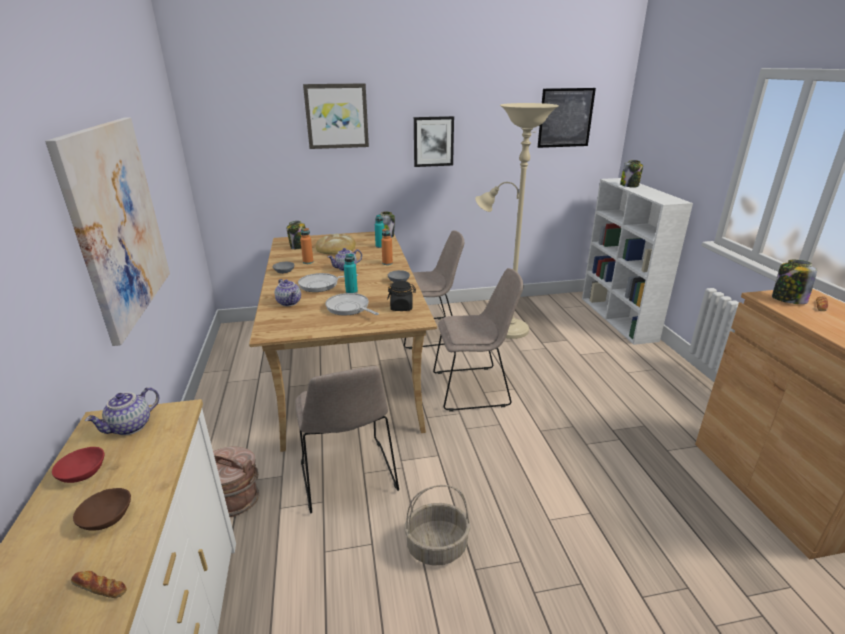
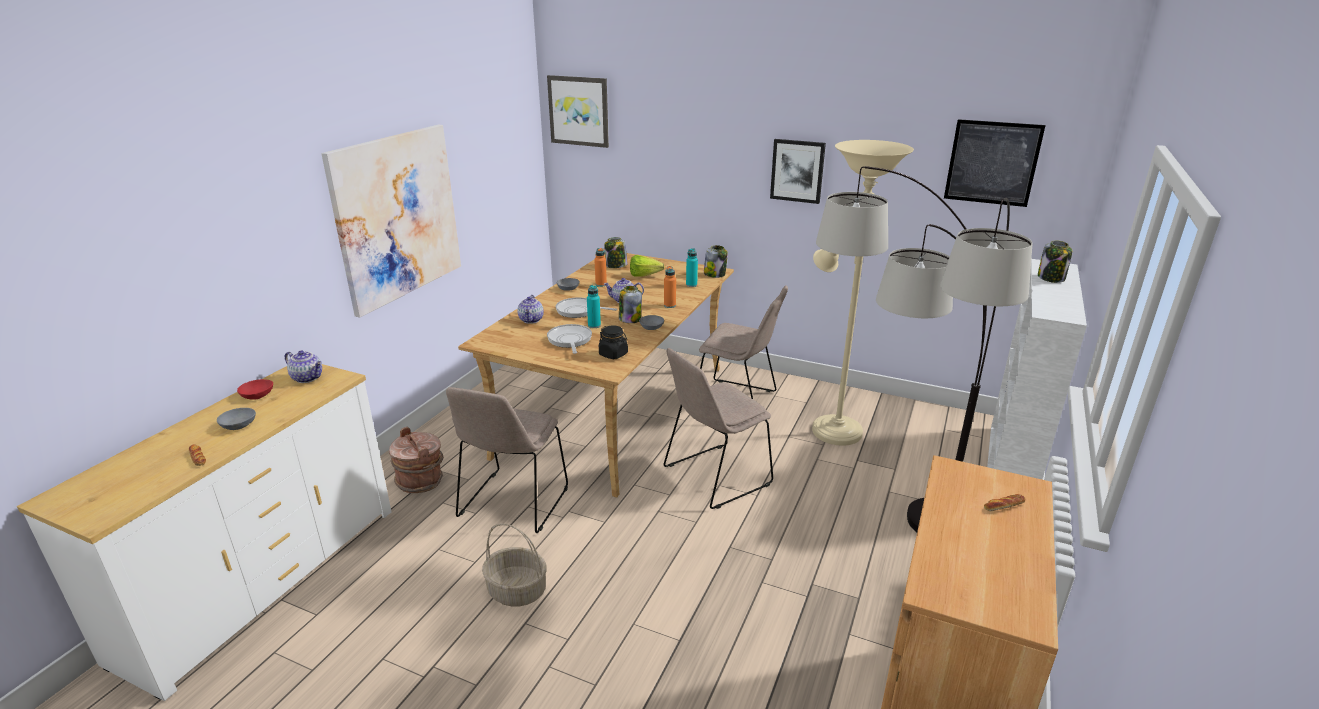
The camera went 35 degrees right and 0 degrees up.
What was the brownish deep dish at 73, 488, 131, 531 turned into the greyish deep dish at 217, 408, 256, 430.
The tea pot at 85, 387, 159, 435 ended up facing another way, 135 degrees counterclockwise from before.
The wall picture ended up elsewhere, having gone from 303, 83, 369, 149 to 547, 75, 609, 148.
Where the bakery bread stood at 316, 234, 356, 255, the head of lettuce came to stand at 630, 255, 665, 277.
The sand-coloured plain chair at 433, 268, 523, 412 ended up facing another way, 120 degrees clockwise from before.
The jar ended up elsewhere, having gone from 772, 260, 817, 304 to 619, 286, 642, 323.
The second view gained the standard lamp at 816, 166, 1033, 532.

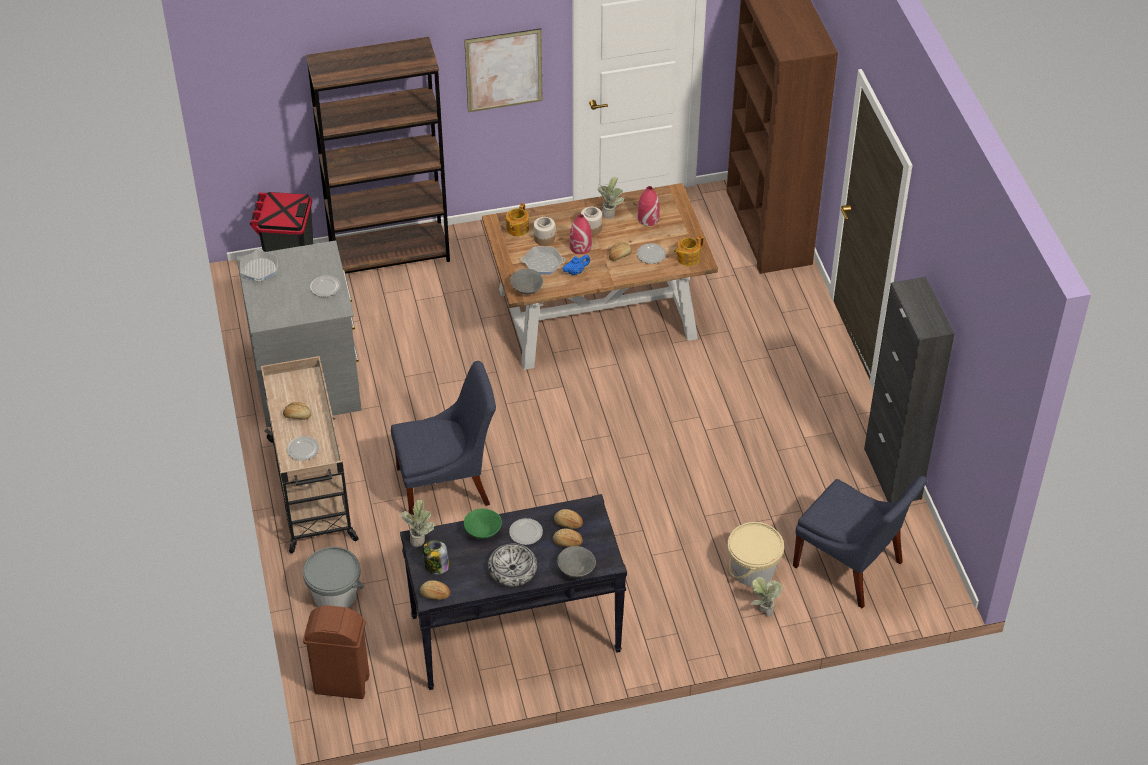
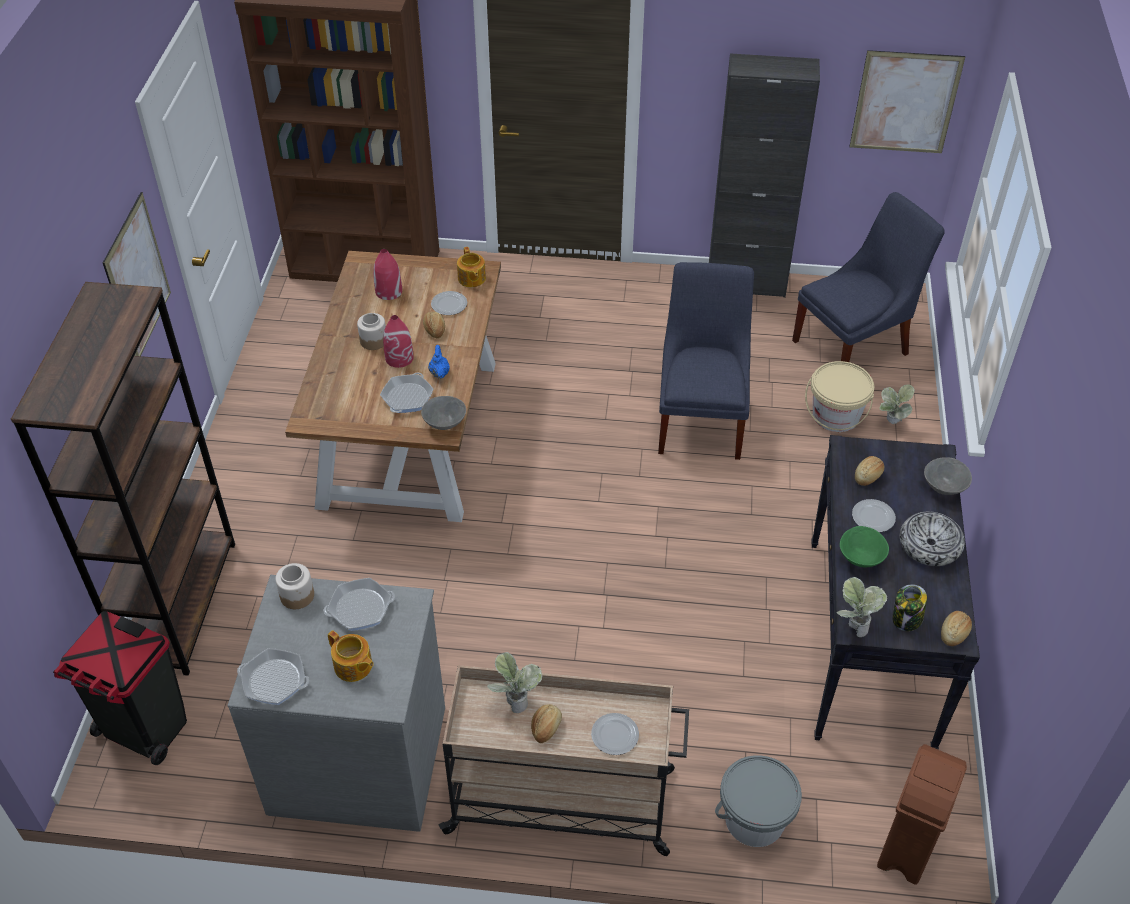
The camera went 70 degrees left and 0 degrees up.
Where the flat dish stood at 310, 275, 341, 297, the frying pan came to stand at 324, 578, 395, 631.
The bluish plain chair ended up elsewhere, having gone from 391, 361, 496, 515 to 658, 262, 754, 460.
The tea pot ended up elsewhere, having gone from 506, 203, 529, 236 to 328, 630, 374, 682.
The jar ended up elsewhere, having gone from 534, 217, 555, 246 to 275, 563, 314, 609.
The second view lost the bakery bread at 553, 529, 583, 547.
The plant in a pot ended up elsewhere, having gone from 597, 177, 624, 219 to 487, 652, 542, 713.
The second view gained the wall picture at 849, 50, 965, 153.

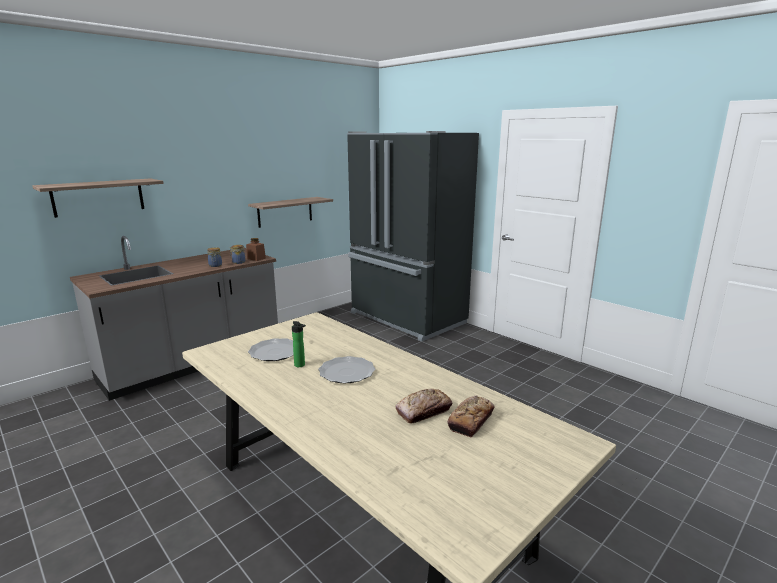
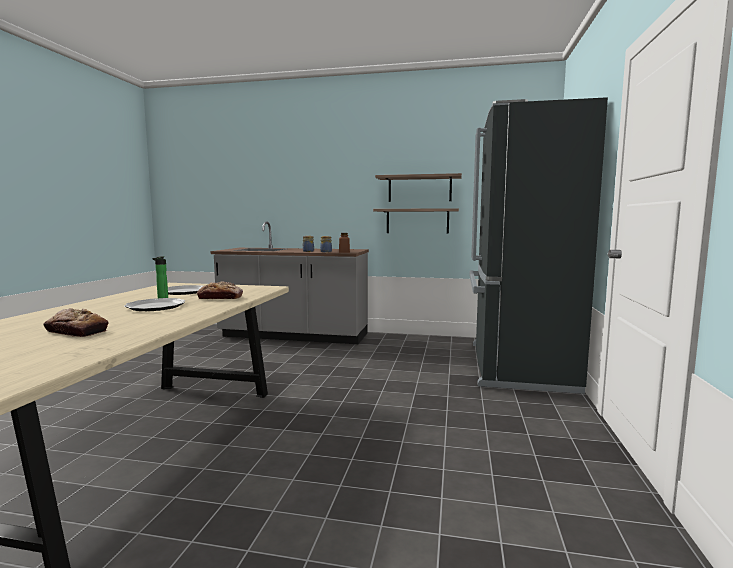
The camera went 55 degrees right and 10 degrees down.
The shelf ended up elsewhere, having gone from 32, 178, 164, 218 to 375, 173, 462, 202.
The bakery bread ended up elsewhere, having gone from 447, 396, 495, 437 to 197, 281, 243, 299.

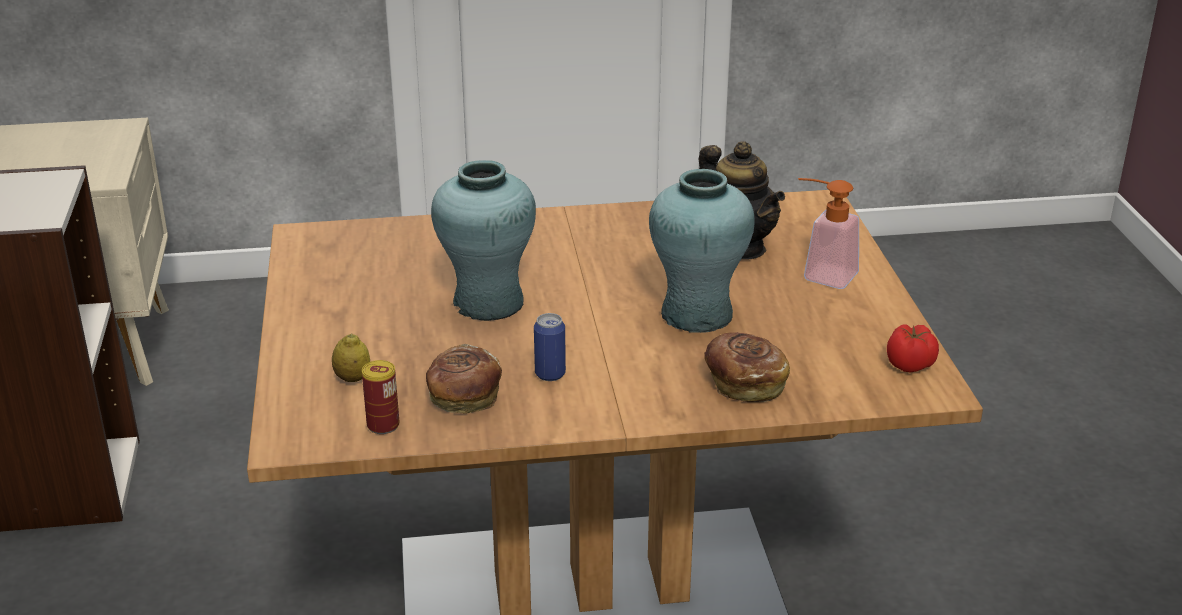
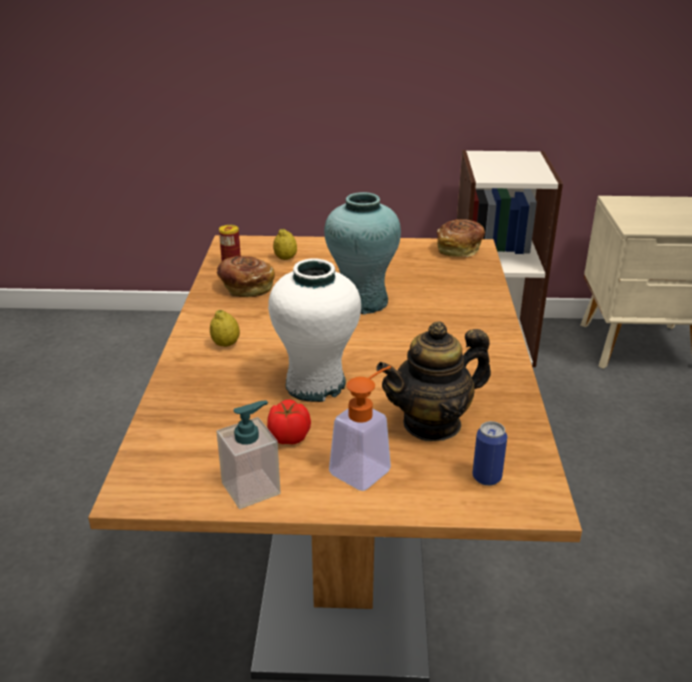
The camera went 100 degrees right and 0 degrees up.
The sealed can ended up elsewhere, having gone from 534, 313, 566, 381 to 472, 421, 507, 486.
What was the turquoise flower vase at 649, 169, 755, 333 turned into the white flower vase at 268, 259, 361, 402.
The bakery bread ended up elsewhere, having gone from 704, 332, 790, 402 to 437, 219, 485, 257.
The whole tomato ended up elsewhere, having gone from 887, 325, 939, 372 to 267, 399, 311, 445.
The second view gained the whole lemon at 210, 310, 240, 347.
The second view gained the soap bottle at 216, 401, 281, 509.

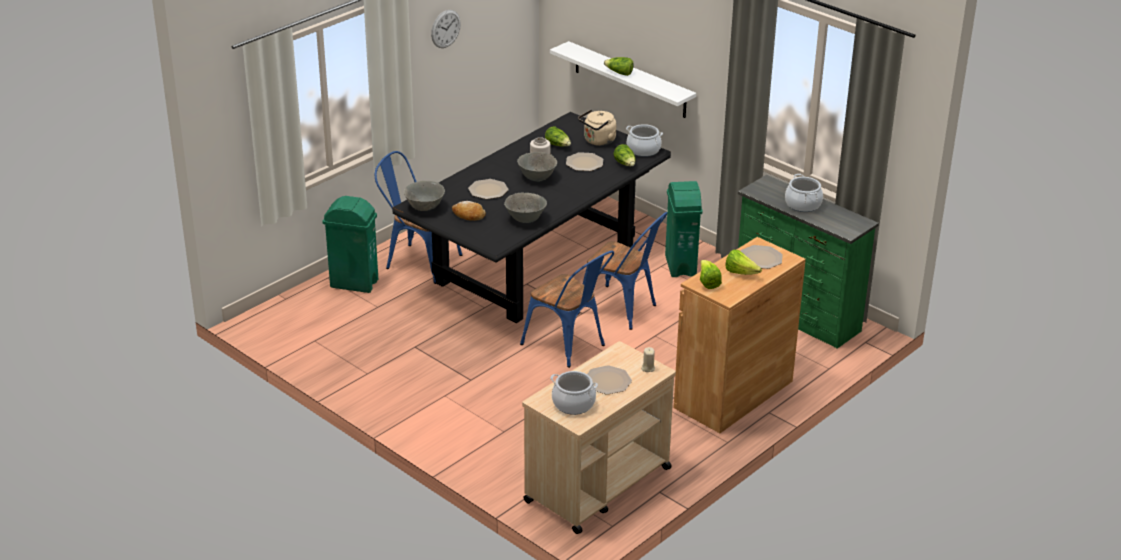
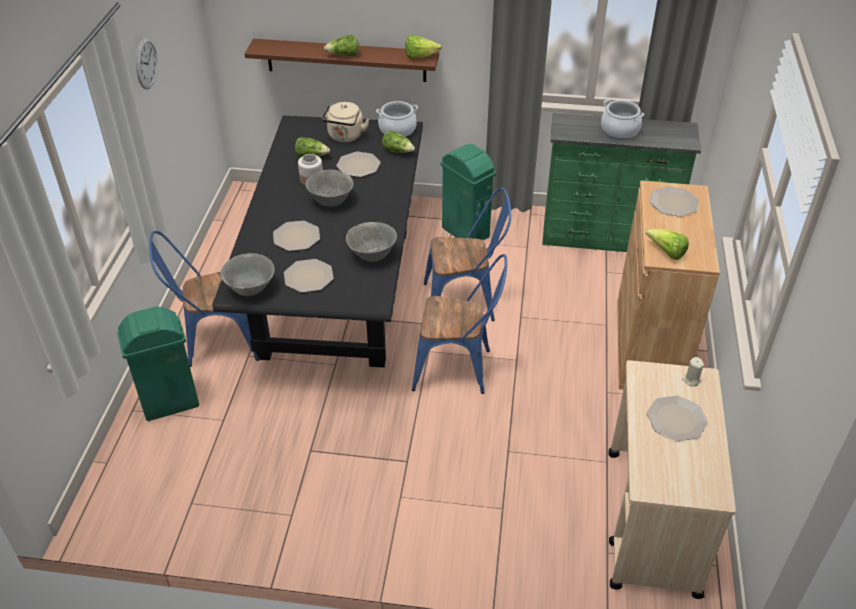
The camera went 35 degrees left and 10 degrees up.
Where the bakery bread stood at 452, 201, 486, 221, the flat dish came to stand at 284, 259, 334, 292.
What was the white shelf at 550, 41, 696, 118 turned into the brownish shelf at 245, 39, 439, 82.
The second view lost the stockpot at 551, 371, 598, 415.
The head of lettuce ended up elsewhere, having gone from 725, 250, 762, 275 to 405, 35, 442, 59.

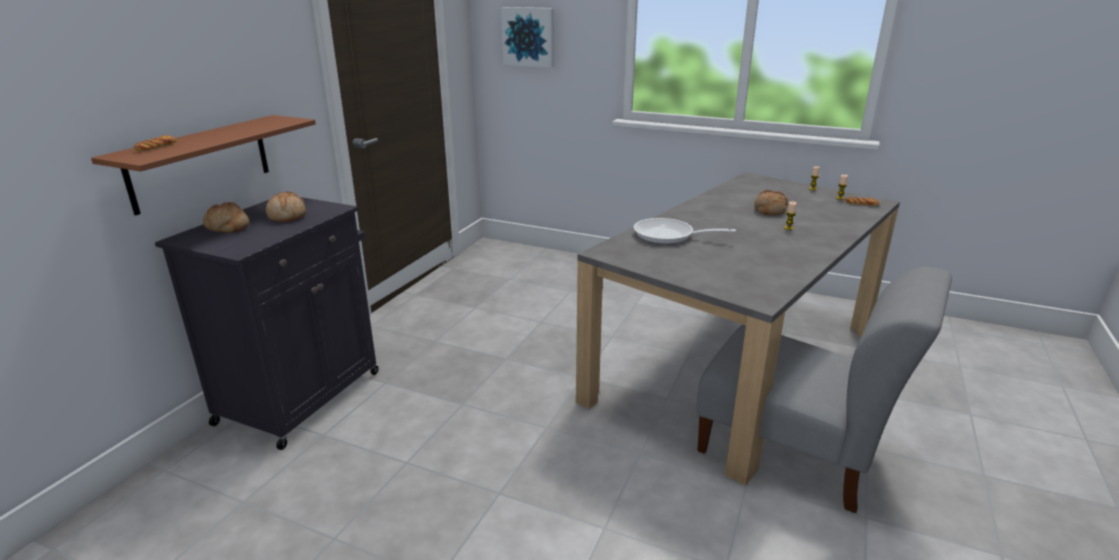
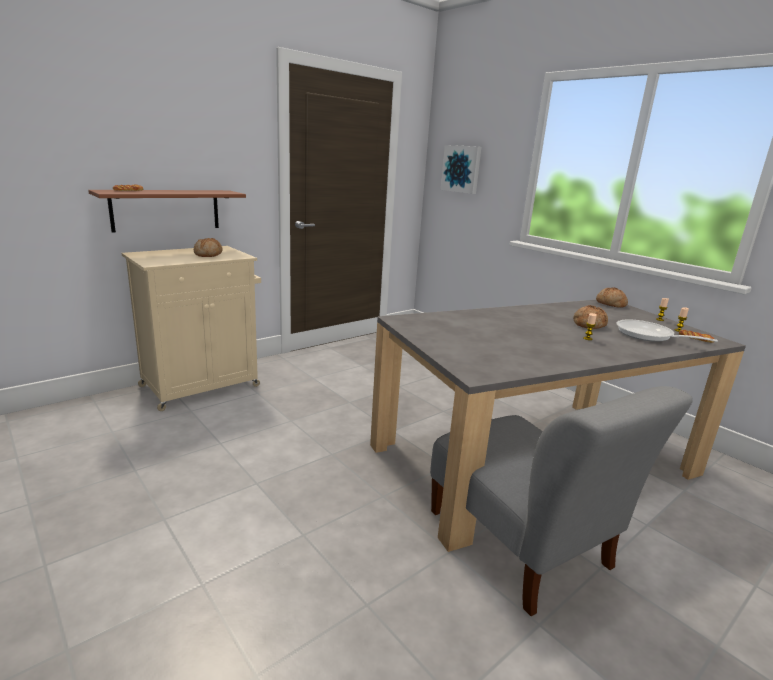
The camera went 25 degrees right and 5 degrees down.
What was the black cabinet at 155, 197, 379, 450 turned into the sand-coloured cabinet at 122, 246, 261, 411.
The bakery bread ended up elsewhere, having gone from 203, 202, 249, 233 to 596, 287, 628, 308.
The frying pan ended up elsewhere, having gone from 633, 218, 736, 244 to 616, 319, 718, 342.

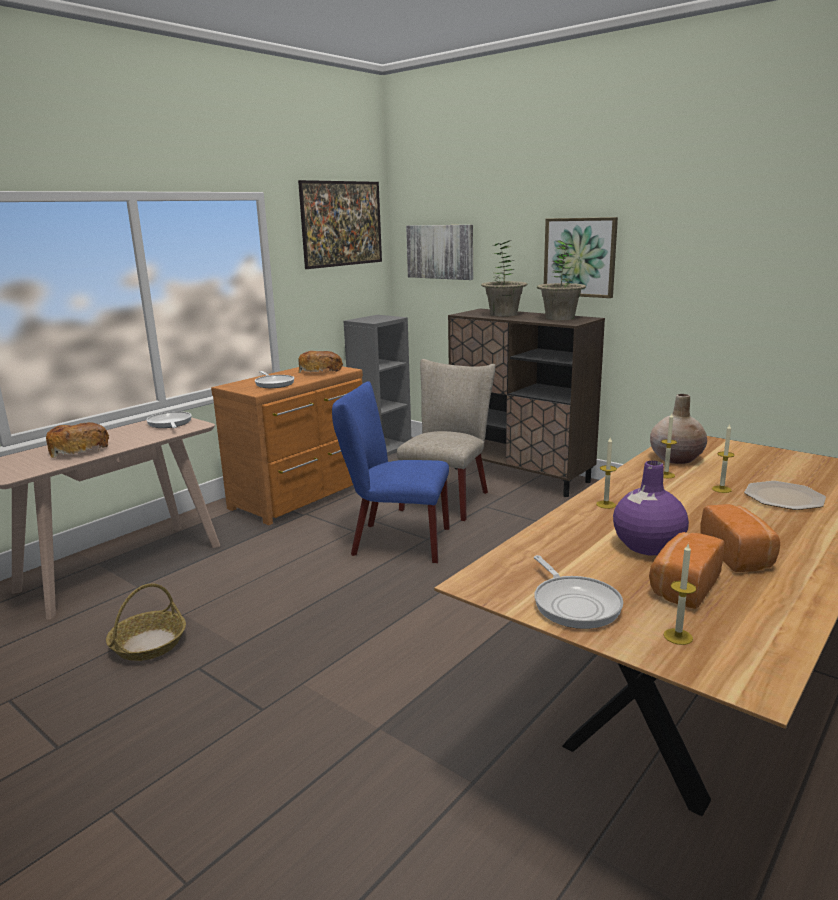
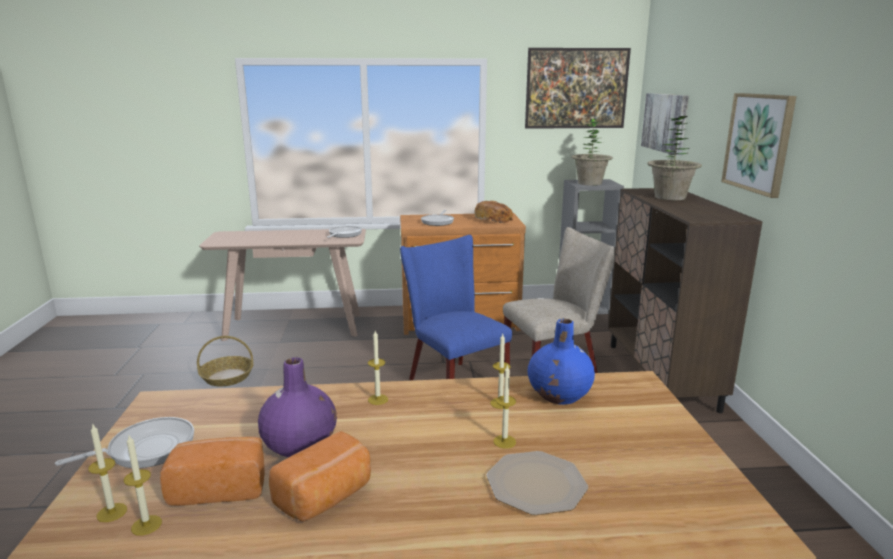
The camera went 45 degrees right and 0 degrees up.
The second view lost the bakery bread at 46, 422, 109, 458.
The frying pan at 534, 555, 623, 629 ended up facing another way, 150 degrees counterclockwise from before.
The plant in a pot ended up elsewhere, having gone from 537, 240, 586, 320 to 571, 119, 613, 186.
What was the sand-coloured flower vase at 650, 394, 707, 464 turned into the bluish flower vase at 528, 319, 595, 405.
The second view gained the wax light at 123, 435, 162, 536.

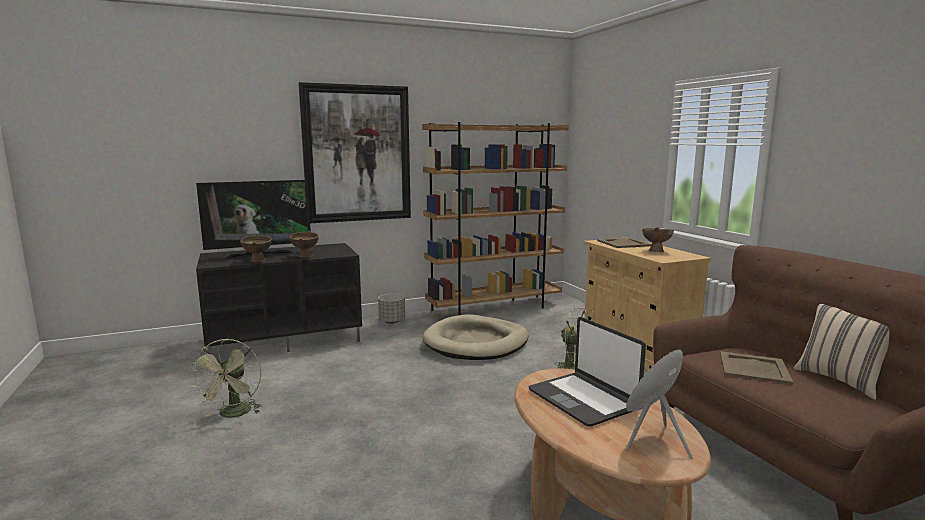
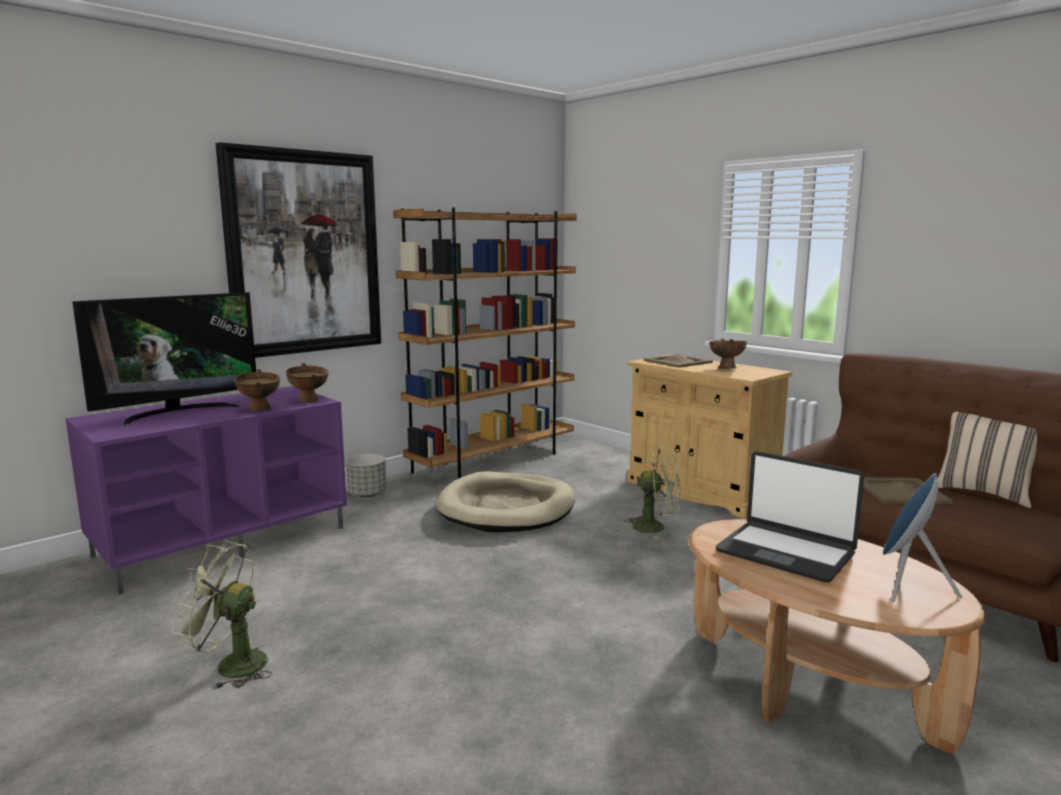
The camera went 20 degrees left and 0 degrees up.
The greenish cooling fan at 190, 339, 262, 418 ended up facing another way, 120 degrees clockwise from before.
What was the black media console at 196, 243, 362, 354 turned into the purple media console at 65, 386, 347, 595.
The brownish deep dish ended up elsewhere, having gone from 240, 234, 272, 262 to 286, 363, 328, 403.

